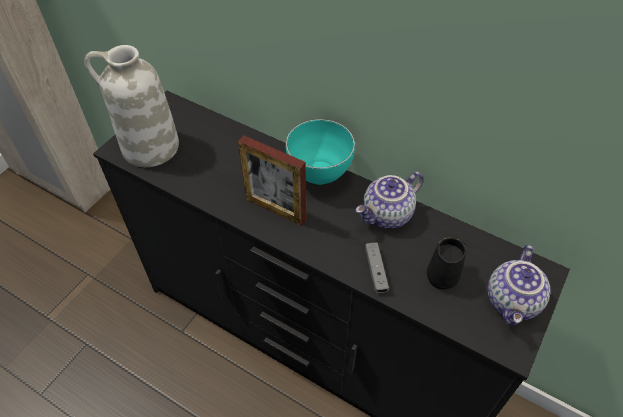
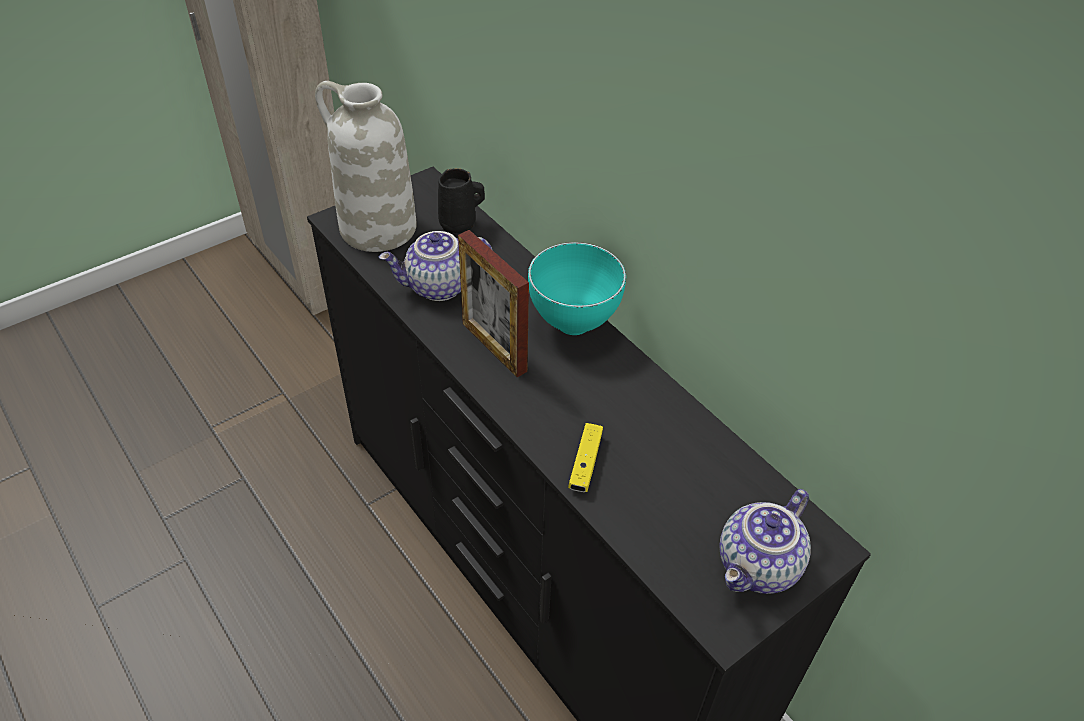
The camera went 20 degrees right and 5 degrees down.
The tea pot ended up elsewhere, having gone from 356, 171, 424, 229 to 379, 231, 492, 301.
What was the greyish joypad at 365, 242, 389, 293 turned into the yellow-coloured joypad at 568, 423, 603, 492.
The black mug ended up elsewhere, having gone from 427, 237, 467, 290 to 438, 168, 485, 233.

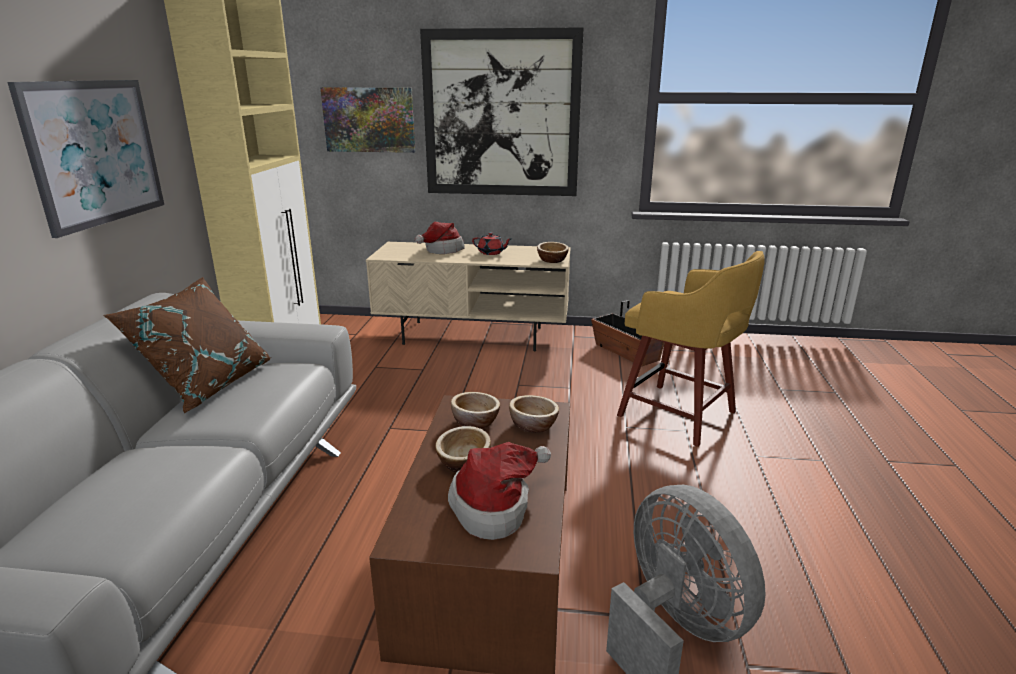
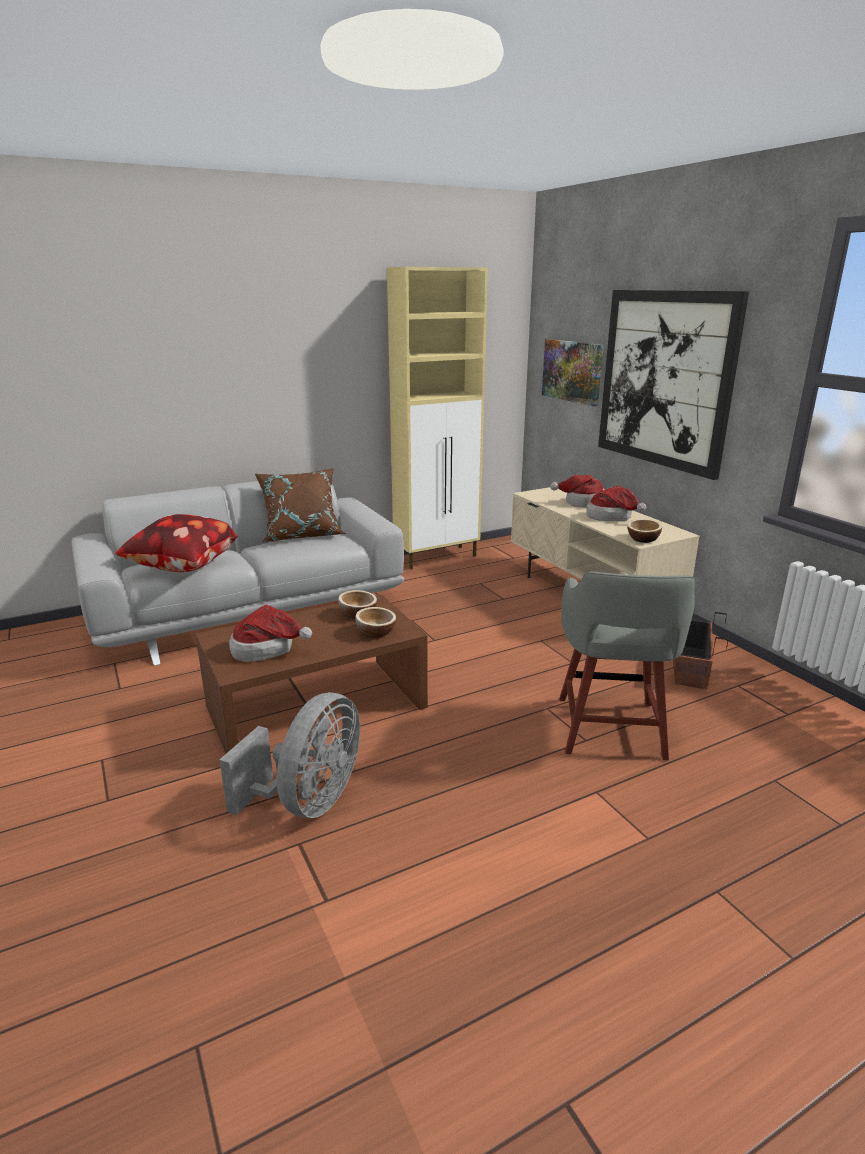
The camera went 55 degrees right and 0 degrees up.
The second view lost the wall picture at 7, 80, 164, 238.
The second view lost the deep dish at 435, 426, 491, 473.
Where the reddish tea pot stood at 472, 233, 511, 255, the wearable hat came to stand at 586, 486, 646, 521.
What was the yellow-coloured stool seat at 617, 251, 765, 447 turned into the greyish stool seat at 559, 571, 695, 760.
The second view gained the cushion at 115, 514, 239, 572.

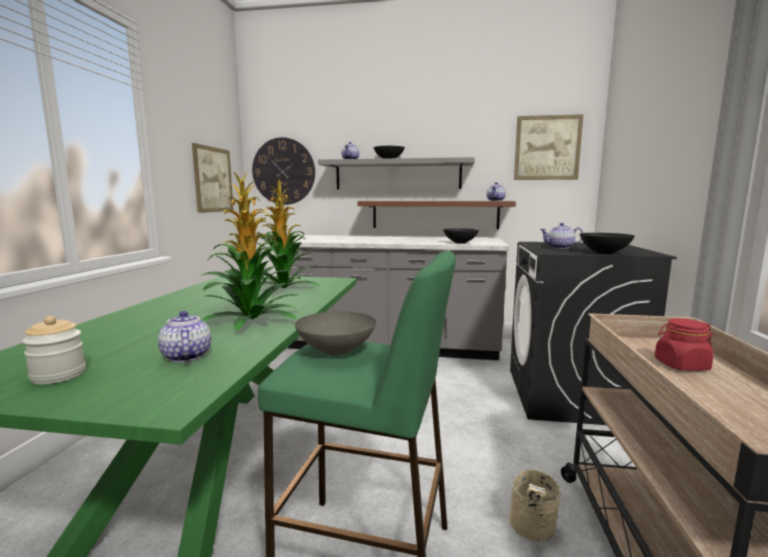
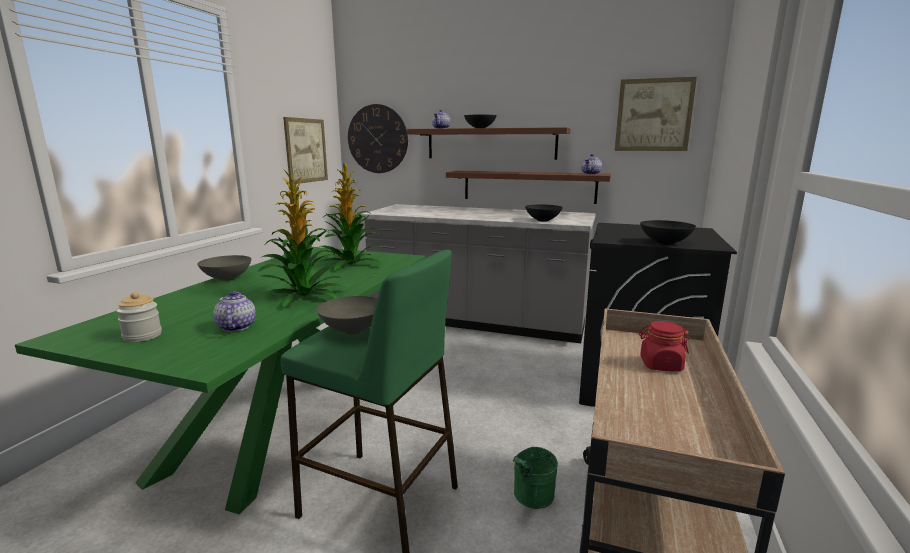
The camera went 10 degrees right and 5 degrees up.
What was the greyish shelf at 318, 157, 475, 189 turned into the brownish shelf at 407, 127, 570, 160.
What was the sand-coloured water bucket at 509, 469, 561, 542 turned into the greenish water bucket at 513, 447, 558, 509.
The second view lost the tea pot at 540, 223, 583, 249.
The second view gained the greyish deep dish at 197, 255, 251, 281.

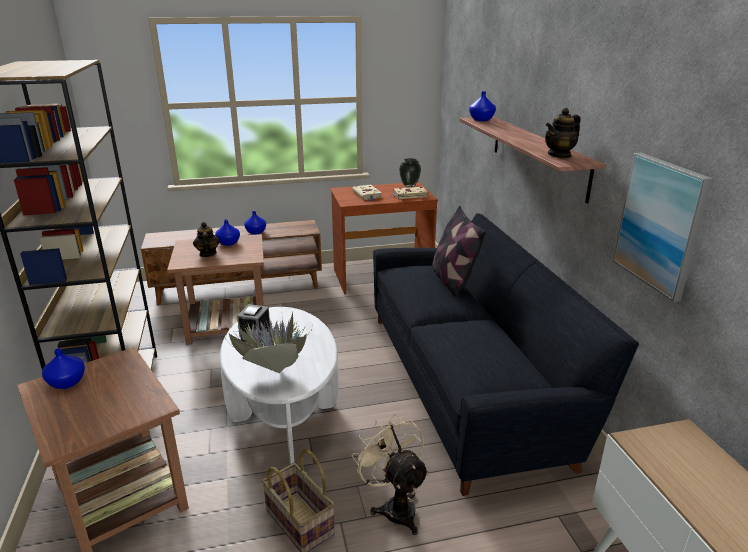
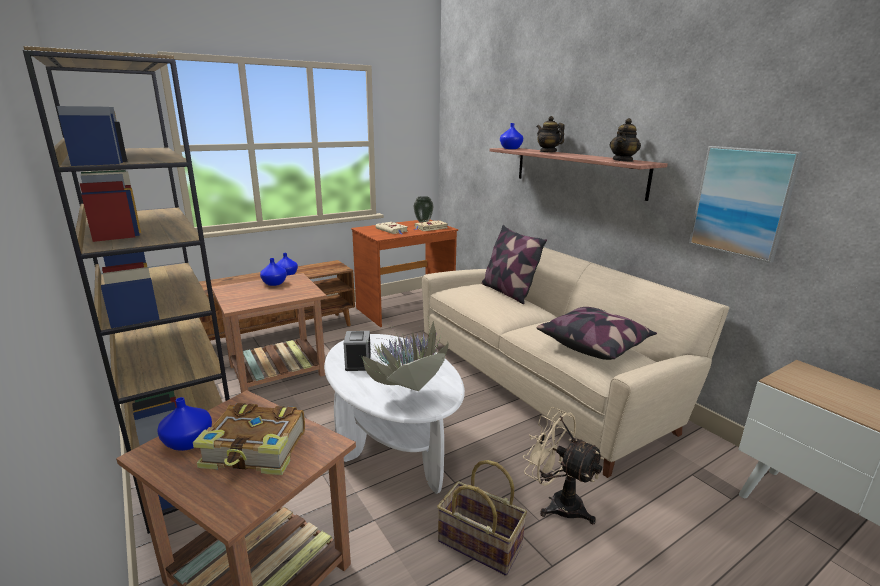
The camera went 20 degrees left and 5 degrees down.
The tea pot ended up elsewhere, having gone from 193, 222, 220, 257 to 537, 116, 565, 152.
What was the black sofa at 373, 213, 639, 496 turned into the sand-coloured sofa at 421, 247, 729, 478.
The second view gained the book at 193, 403, 305, 475.
The second view gained the cushion at 536, 307, 657, 360.

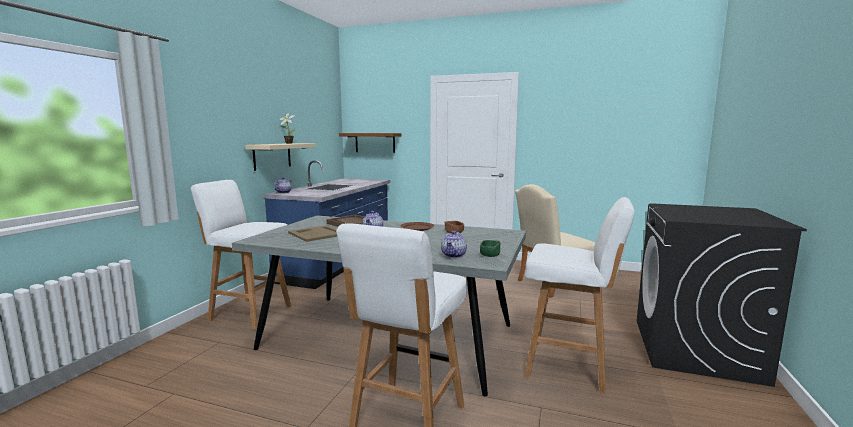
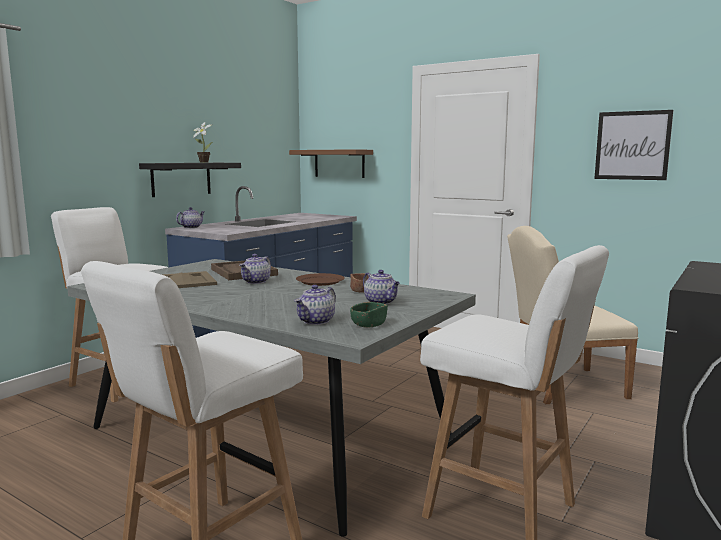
The camera went 15 degrees right and 0 degrees up.
What was the sand-coloured shelf at 245, 143, 316, 171 turned into the black shelf at 139, 163, 241, 197.
The second view gained the tea pot at 363, 270, 400, 304.
The second view gained the wall picture at 594, 110, 673, 180.

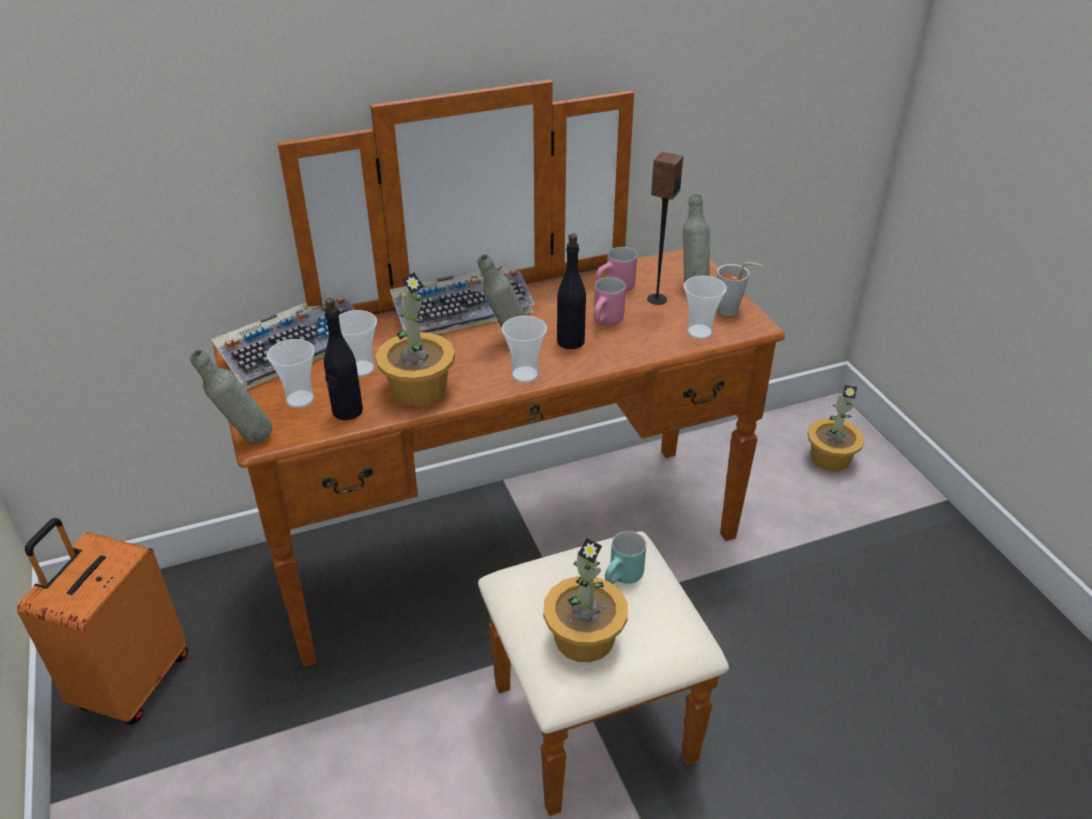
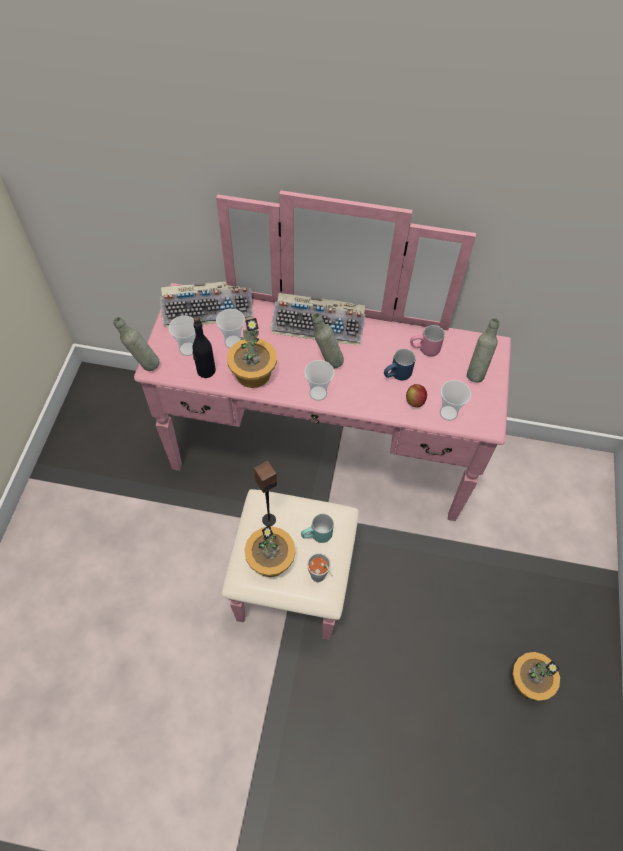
The camera went 30 degrees right and 20 degrees up.
The second view lost the orangey travel case at 17, 518, 188, 725.
What was the brownish chest of drawers at 213, 80, 785, 816 turned into the pink-coloured chest of drawers at 134, 190, 511, 640.
The second view lost the black bottle at 557, 234, 586, 349.
What was the pink-coloured mug at 593, 277, 626, 325 turned into the bluish mug at 384, 349, 416, 380.
The loudspeaker ended up elsewhere, having gone from 647, 152, 683, 305 to 254, 461, 277, 526.
The greyish small cup ended up elsewhere, having gone from 717, 262, 763, 316 to 307, 553, 333, 582.
The plant in a pot ended up elsewhere, having gone from 807, 385, 865, 472 to 512, 652, 561, 701.
The second view gained the apple at 406, 384, 427, 407.

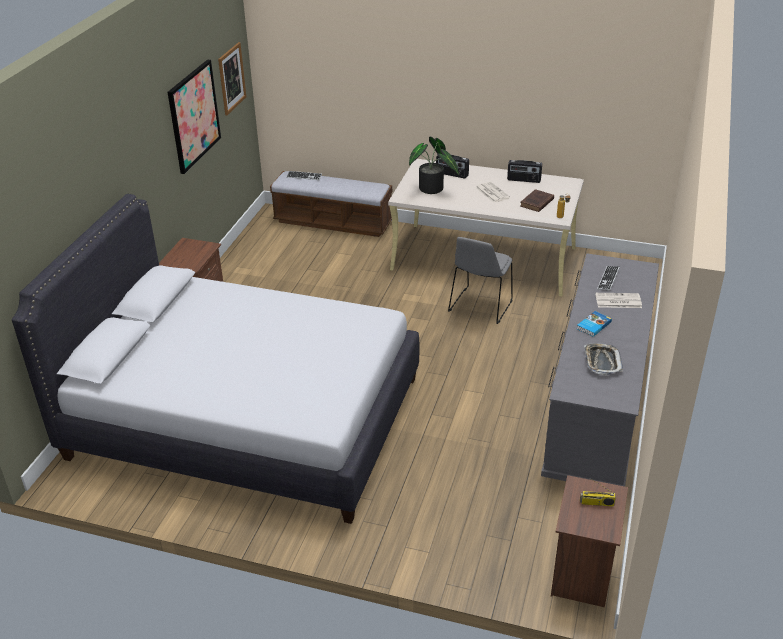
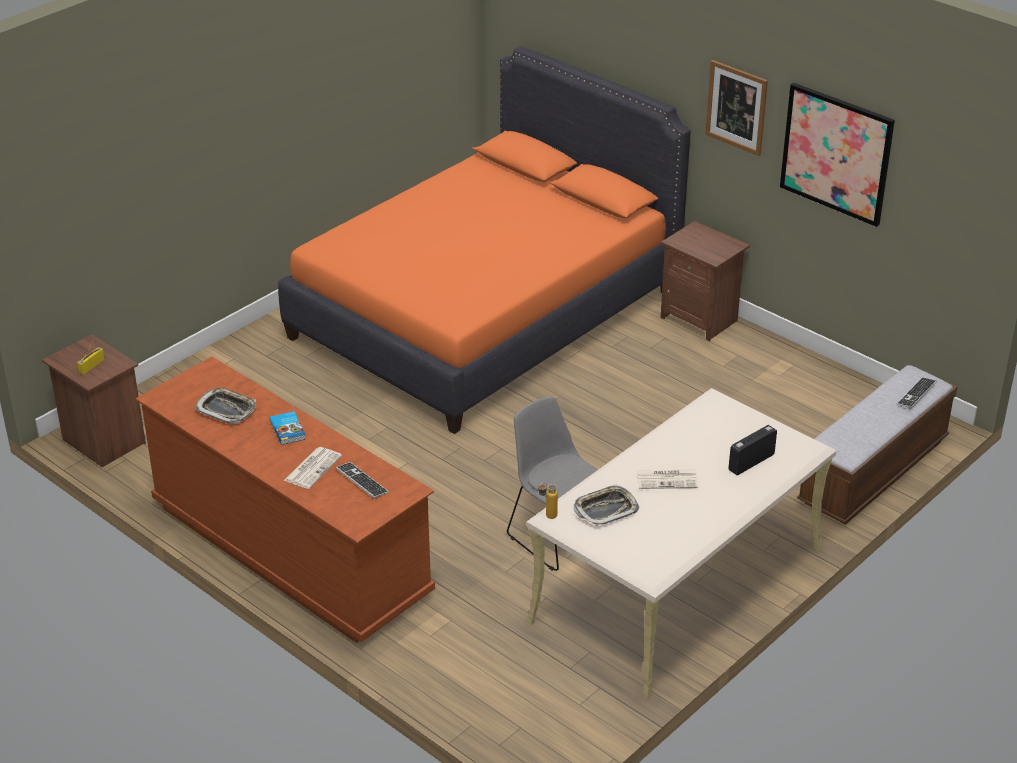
The camera went 115 degrees right and 0 degrees up.
What was the white bedroom bed at 12, 194, 419, 524 turned into the orangey bedroom bed at 278, 46, 691, 434.
The wall picture ended up elsewhere, having gone from 218, 42, 246, 115 to 705, 60, 768, 156.
The second view lost the plant in a pot at 409, 137, 459, 194.
The second view lost the radio receiver at 507, 160, 542, 183.
Where the brownish book stood at 520, 189, 554, 212, the serving tray came to stand at 574, 484, 639, 526.
What was the greyish chest of drawers at 541, 254, 659, 487 turned into the brownish chest of drawers at 135, 356, 435, 643.

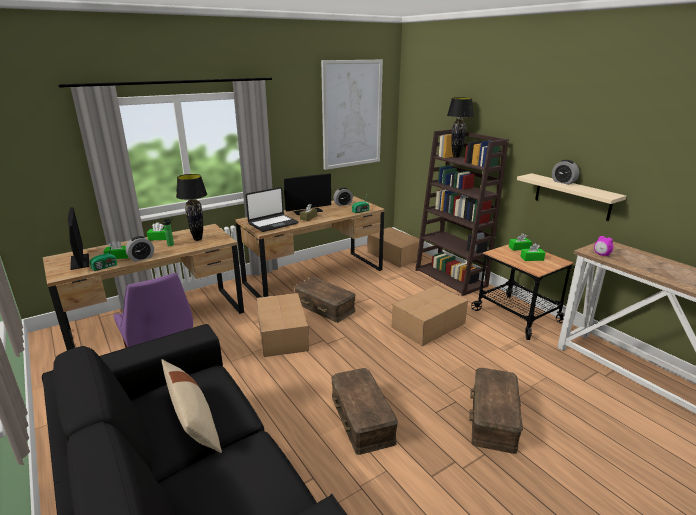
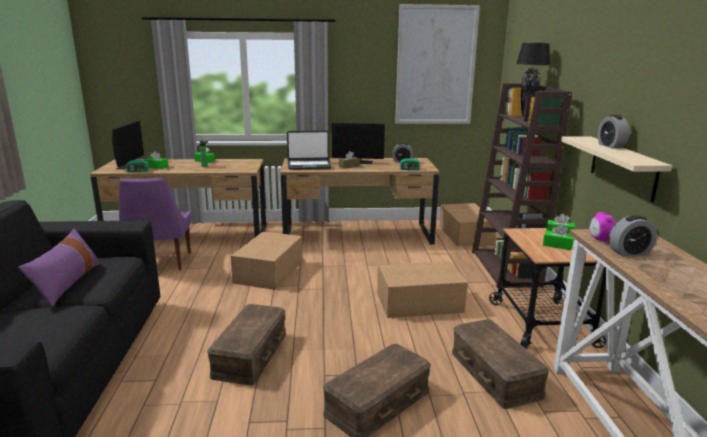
The camera went 30 degrees right and 5 degrees down.
The bedside clock ended up elsewhere, having gone from 125, 236, 154, 262 to 609, 215, 657, 257.
What was the sand-coloured cushion at 161, 359, 222, 453 turned into the purple cushion at 18, 228, 101, 307.
The second view lost the black table lamp at 176, 174, 207, 241.
The brownish storage box ended up elsewhere, having gone from 294, 277, 356, 323 to 452, 319, 549, 409.

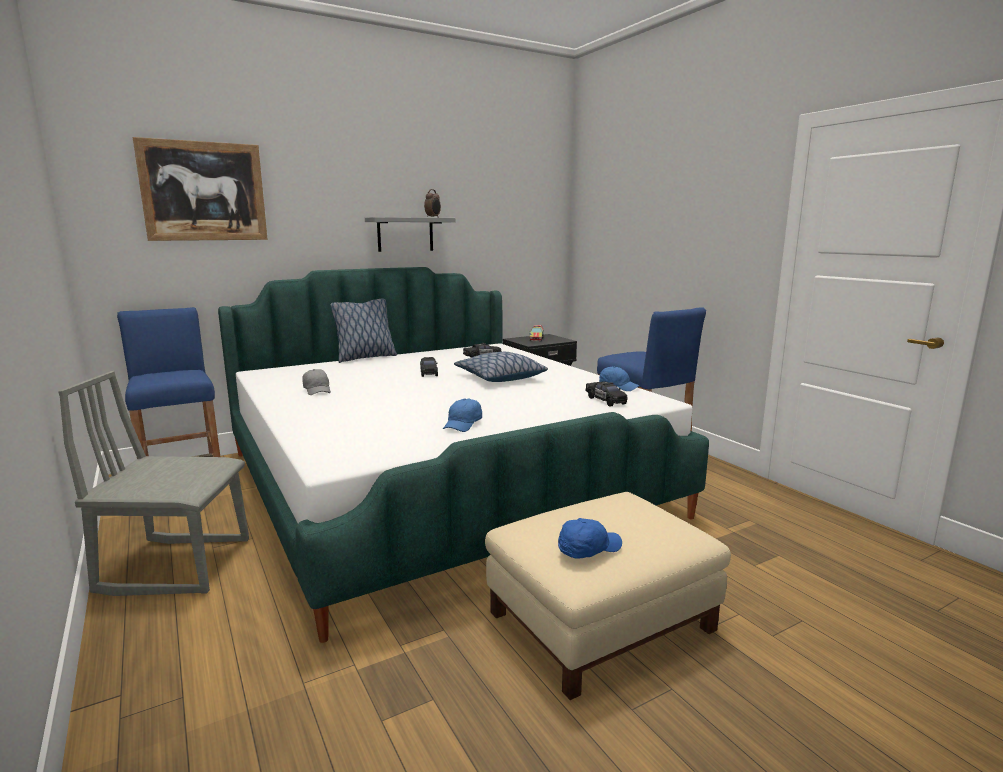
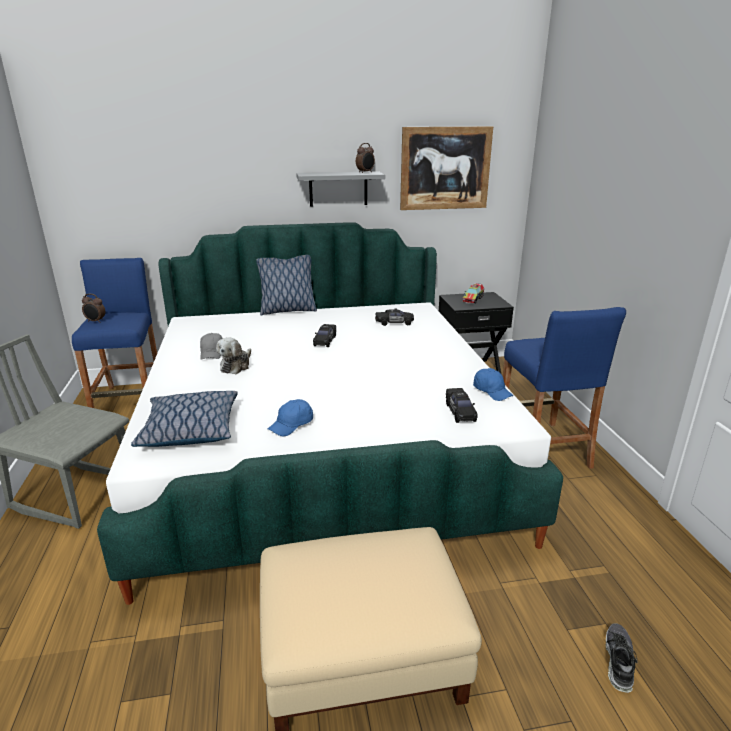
The camera went 20 degrees right and 10 degrees up.
The wall picture ended up elsewhere, having gone from 133, 137, 268, 241 to 400, 126, 493, 210.
The cushion ended up elsewhere, having gone from 454, 352, 548, 382 to 131, 391, 238, 447.
The second view lost the bluish cap at 558, 518, 622, 559.
The second view gained the bedside clock at 82, 294, 106, 323.
The second view gained the cuddly toy at 216, 337, 251, 374.
The second view gained the shoe at 606, 623, 638, 693.

